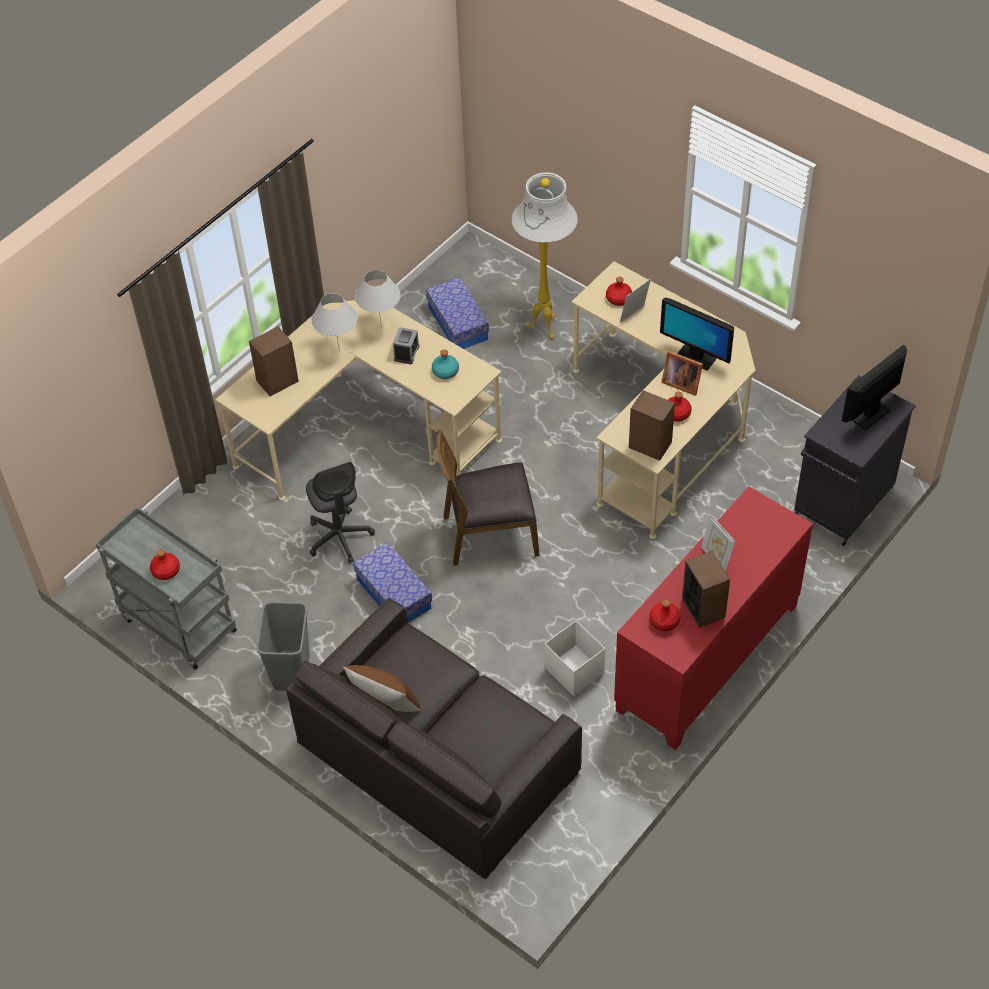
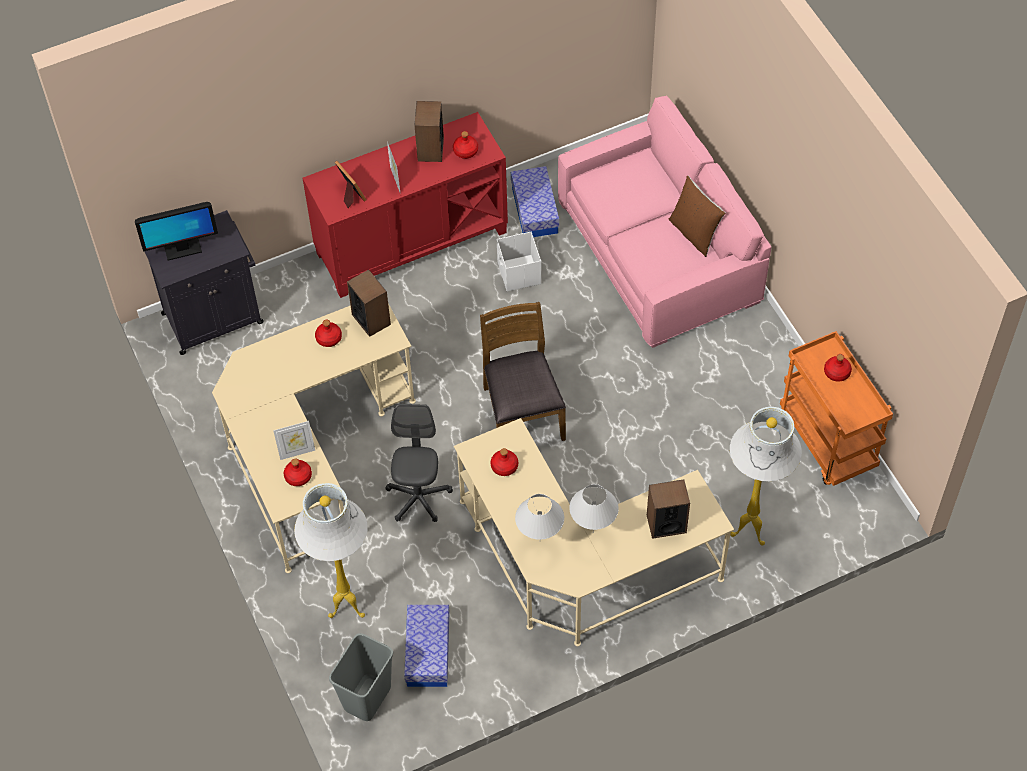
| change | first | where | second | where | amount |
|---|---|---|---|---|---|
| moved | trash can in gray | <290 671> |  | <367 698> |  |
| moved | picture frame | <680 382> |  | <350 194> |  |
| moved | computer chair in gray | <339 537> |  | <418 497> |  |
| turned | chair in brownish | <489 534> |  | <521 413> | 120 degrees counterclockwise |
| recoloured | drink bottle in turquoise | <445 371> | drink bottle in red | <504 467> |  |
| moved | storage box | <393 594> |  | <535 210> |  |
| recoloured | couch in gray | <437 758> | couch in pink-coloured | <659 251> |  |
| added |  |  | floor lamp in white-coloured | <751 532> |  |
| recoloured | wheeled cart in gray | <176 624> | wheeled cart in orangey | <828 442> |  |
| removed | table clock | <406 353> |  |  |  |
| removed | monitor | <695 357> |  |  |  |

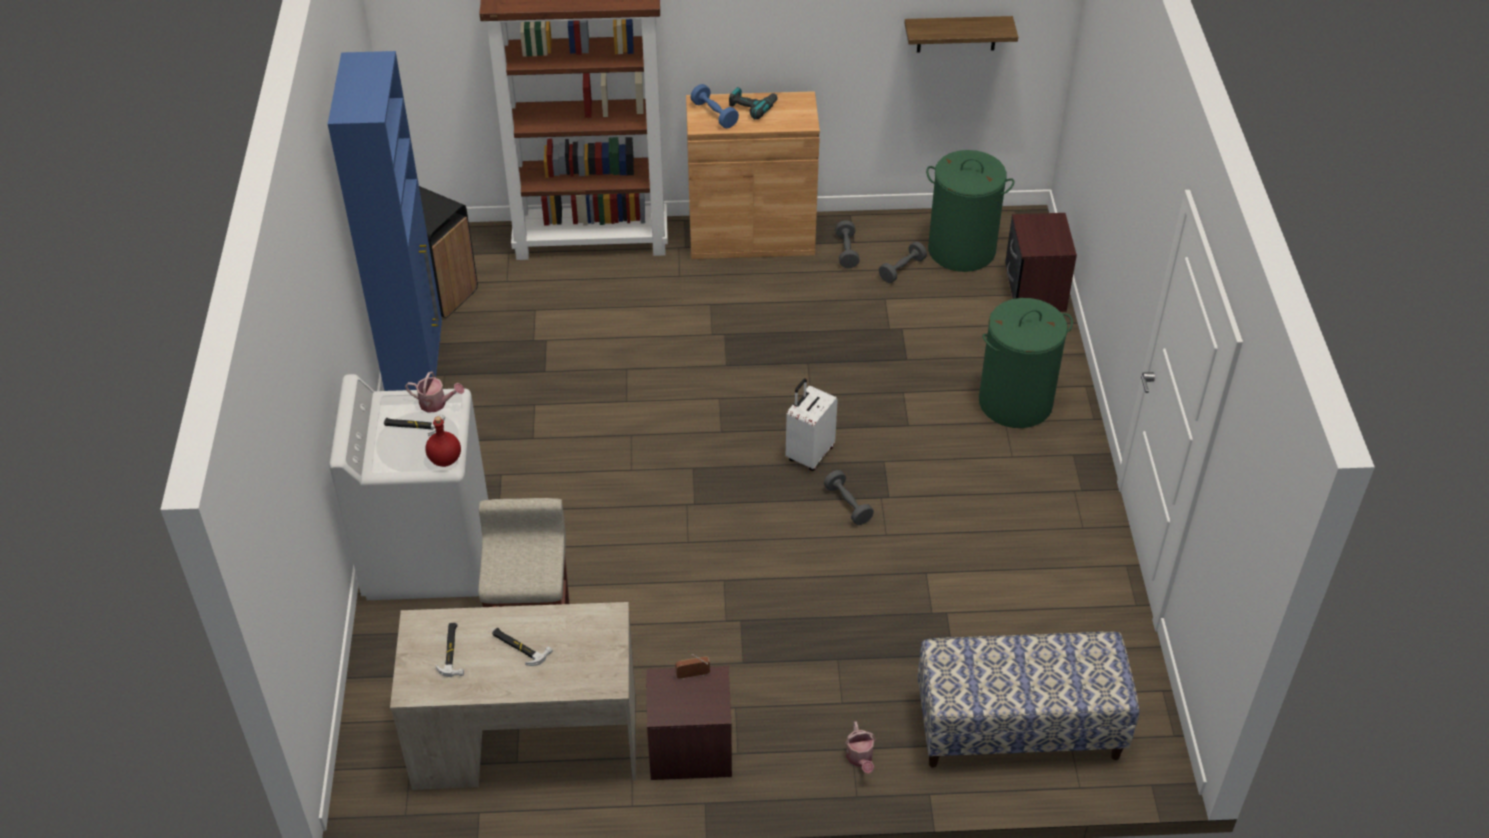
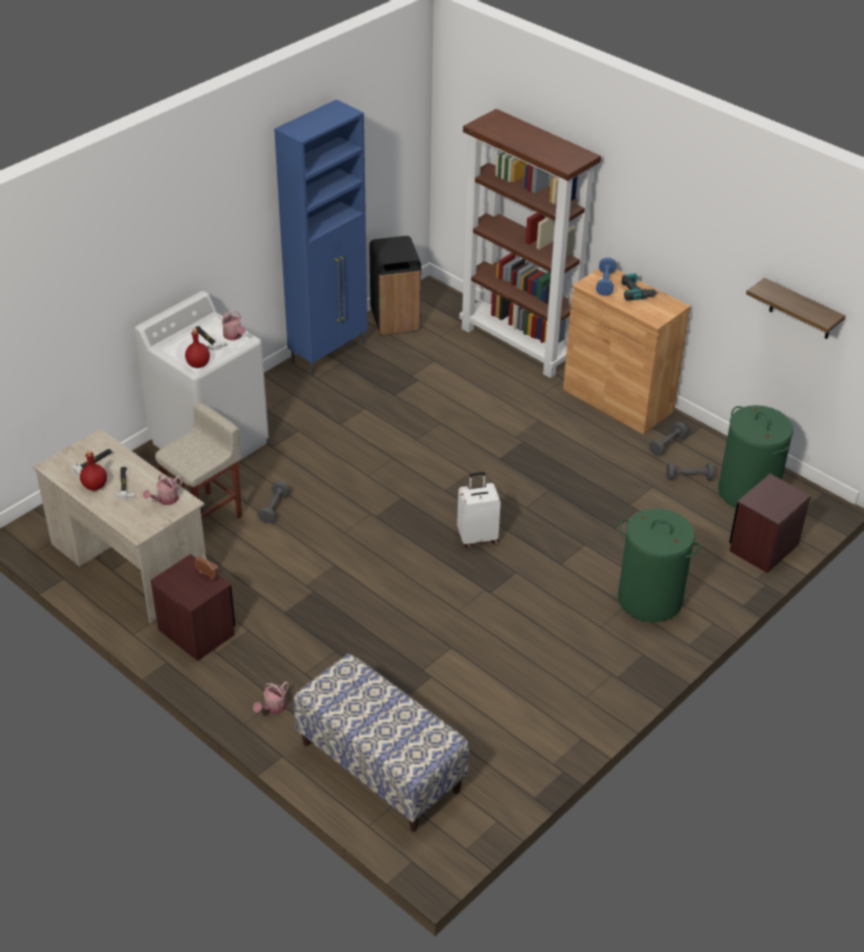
| change | first | where | second | where | amount |
|---|---|---|---|---|---|
| added |  |  | drink bottle in red | <95 486> |  |
| added |  |  | watering can | <165 500> |  |
| moved | dumbbell in gray | <848 504> |  | <274 508> |  |

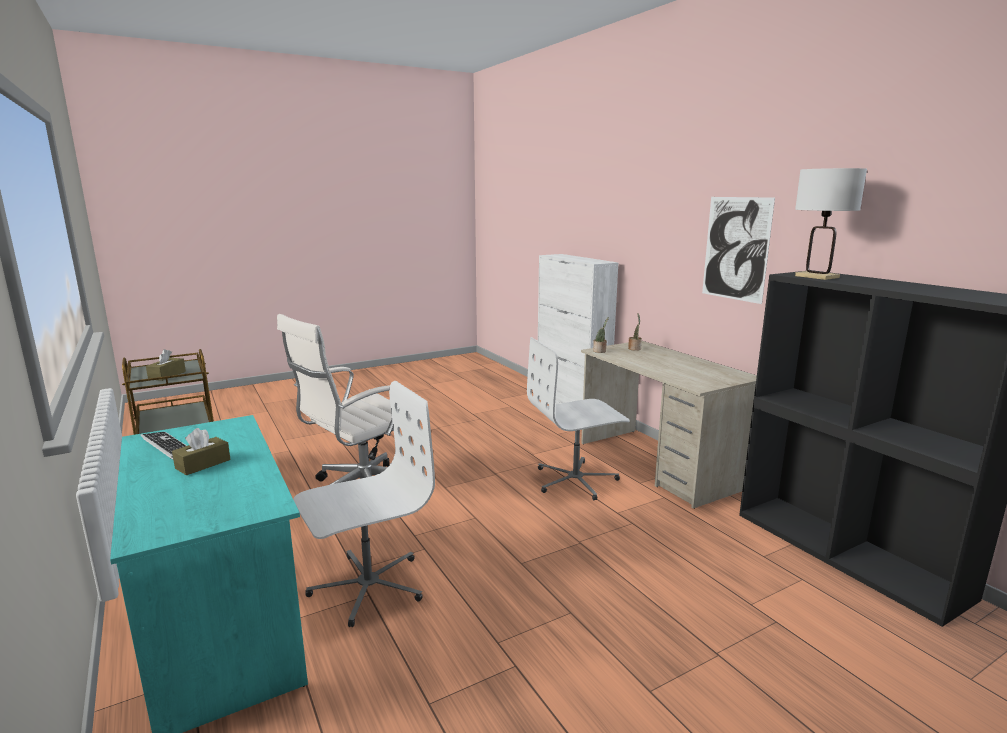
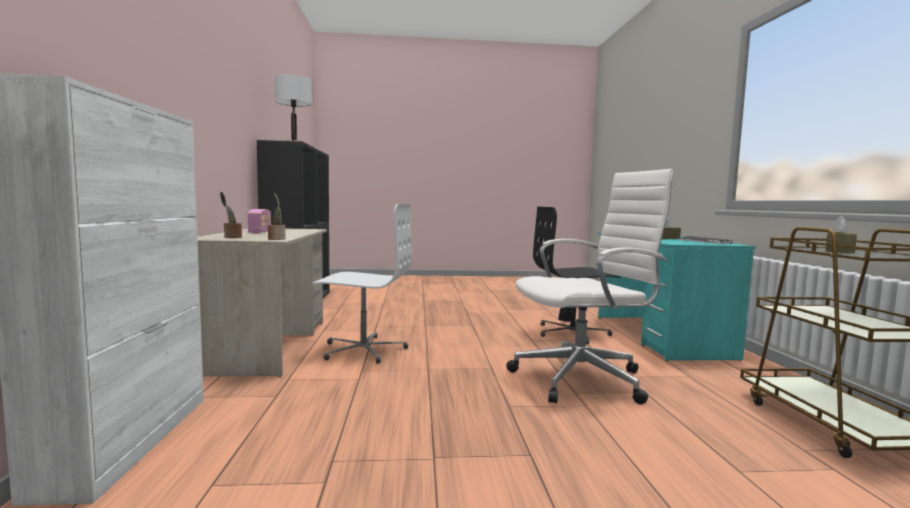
| change | first | where | second | where | amount |
|---|---|---|---|---|---|
| added |  |  | radio receiver | <260 232> |  |
| recoloured | computer chair in white-coloured | <367 586> | computer chair in black | <572 333> |  |
| removed | wall art | <736 248> |  |  |  |

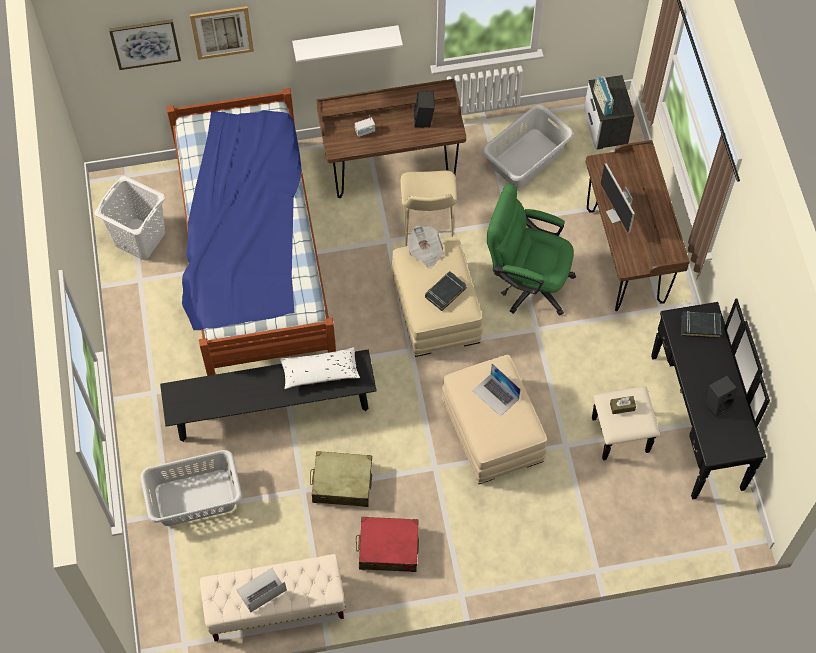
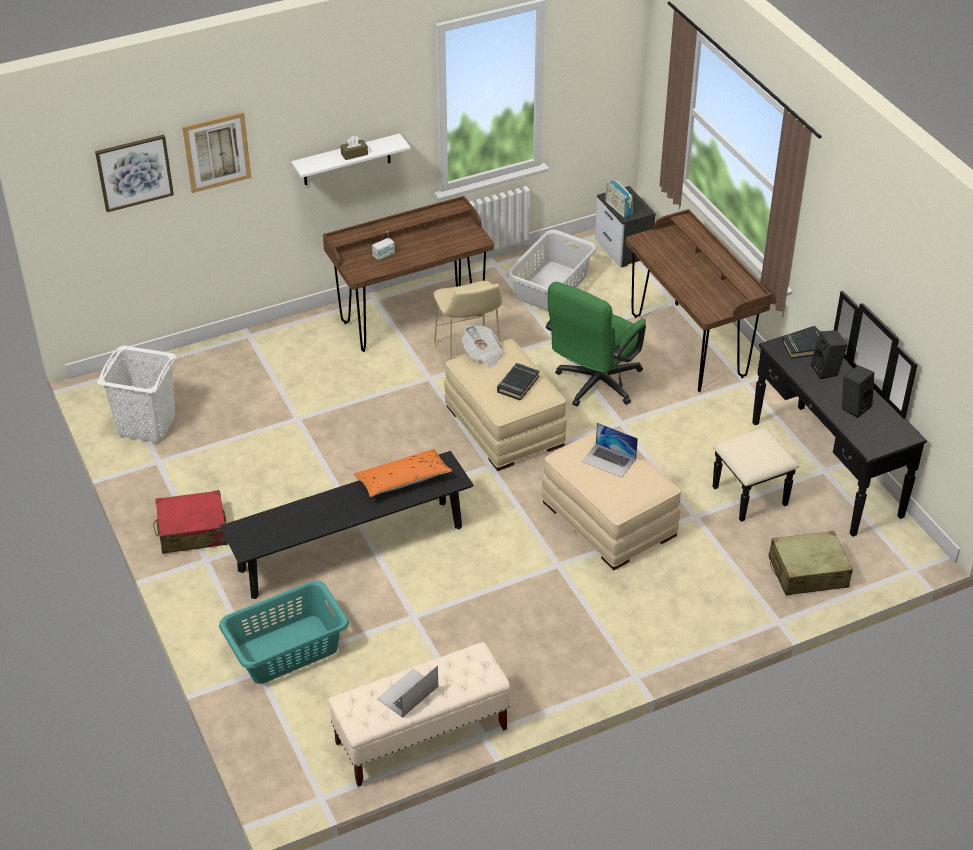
| change | first | where | second | where | amount |
|---|---|---|---|---|---|
| moved | suitcase in red | <388 548> |  | <192 531> |  |
| recoloured | hamper in gray | <194 497> | hamper in turquoise | <286 649> |  |
| moved | tissue holder in brownish | <622 407> |  | <354 154> |  |
| recoloured | throw pillow in white-coloured | <320 372> | throw pillow in orangey | <403 480> |  |
| turned | computer chair in green-coloured | <526 282> |  | <593 386> | 60 degrees counterclockwise |
| moved | suitcase in sand-coloured | <342 483> |  | <807 572> |  |
| moved | speaker in black | <424 120> |  | <827 370> |  |
| removed | bedroom bed | <254 262> |  |  |  |
| removed | monitor | <616 208> |  |  |  |

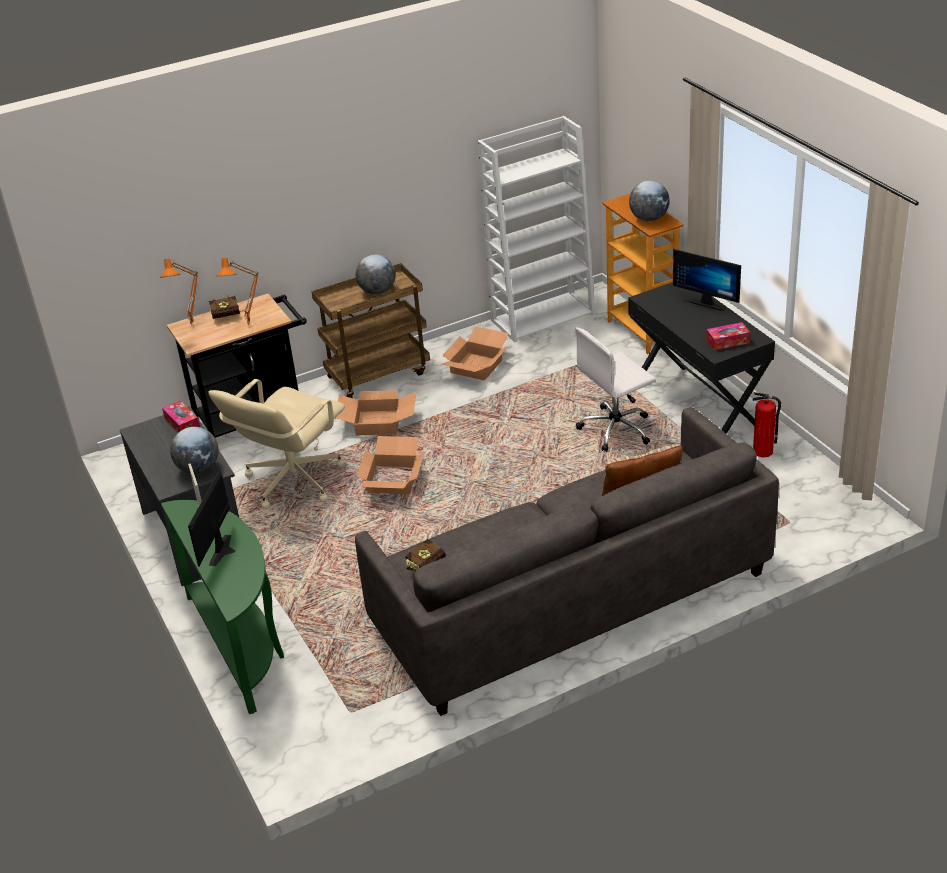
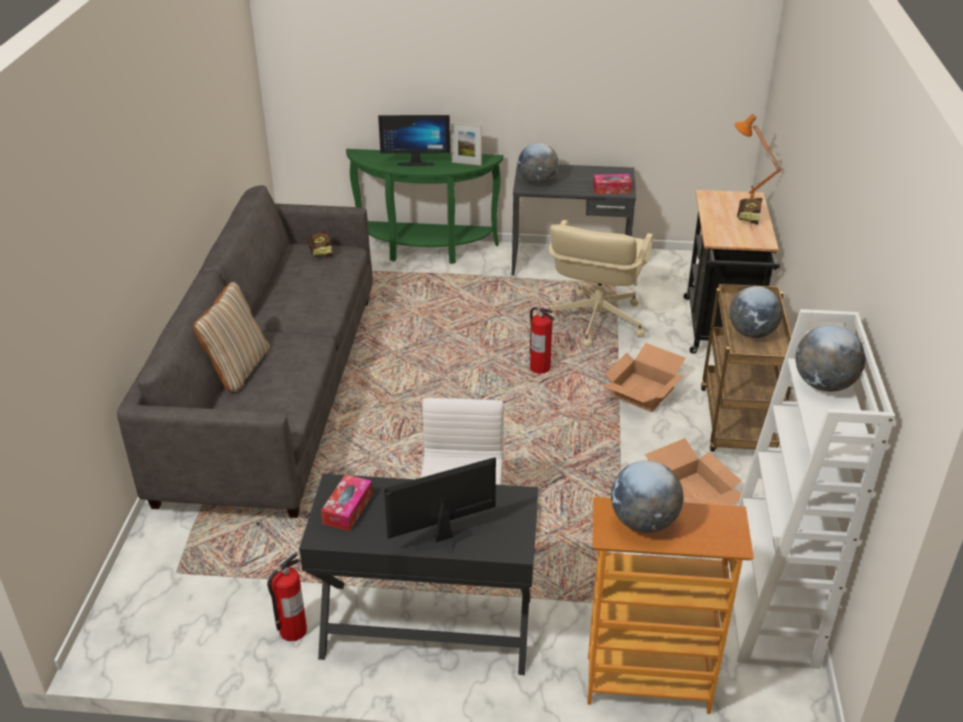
| change | first | where | second | where | amount |
|---|---|---|---|---|---|
| turned | monitor | <225 550> |  | <416 162> | 135 degrees clockwise |
| replaced | carton | <392 480> | extinguisher | <539 368> |  |
| turned | computer chair in sand-coloured | <292 481> |  | <596 321> | 135 degrees counterclockwise |
| added |  |  | world globe | <823 384> |  |
| removed | tabletop lamp in orangey | <250 325> |  |  |  |

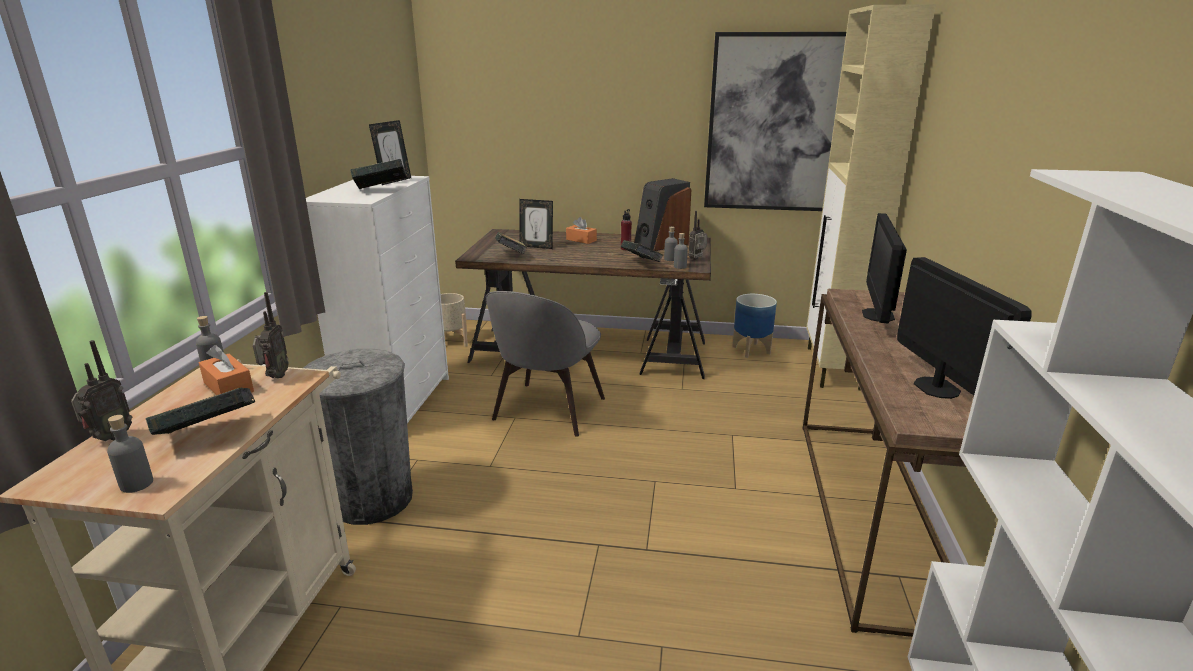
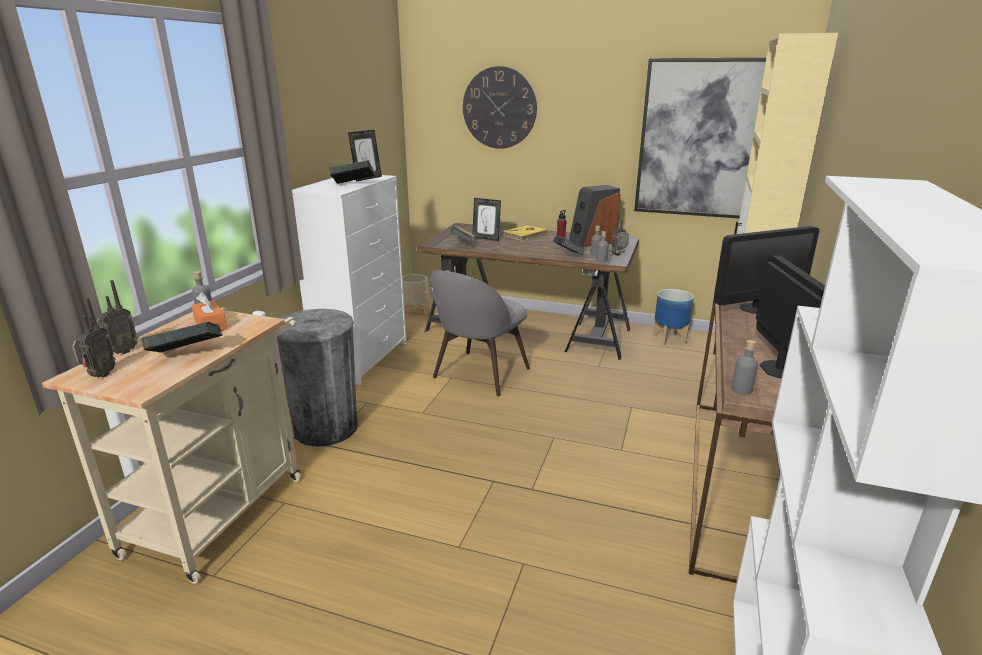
| change | first | where | second | where | amount |
|---|---|---|---|---|---|
| moved | radio receiver | <275 377> |  | <99 376> |  |
| added |  |  | clock on the wall | <499 108> |  |
| replaced | tissue holder in orangey | <581 240> | bound book in yellow-coloured | <525 235> |  |
| turned | monitor | <878 315> |  | <755 308> | 135 degrees counterclockwise |
| moved | drink bottle in gray | <137 484> |  | <741 389> |  |

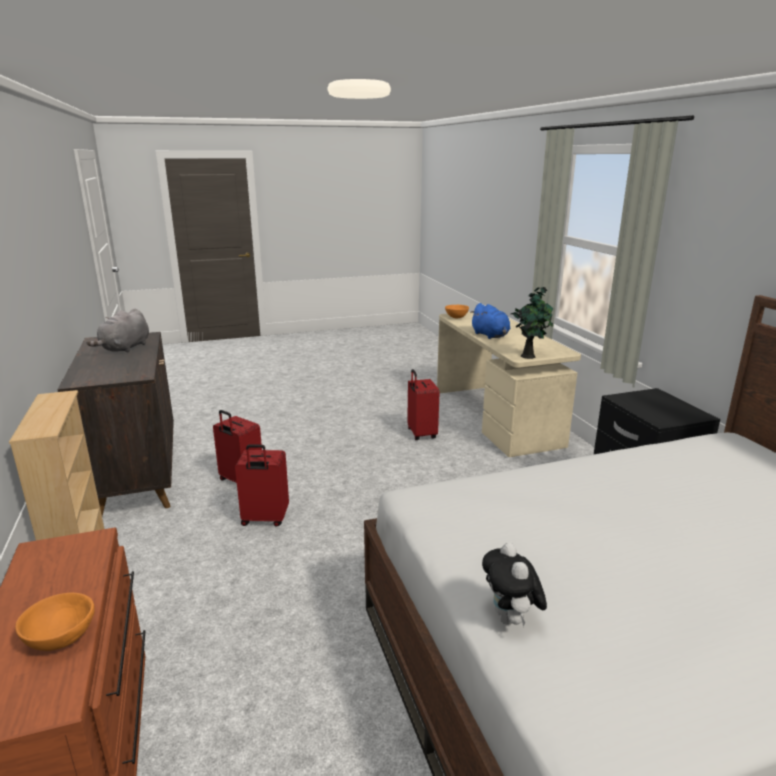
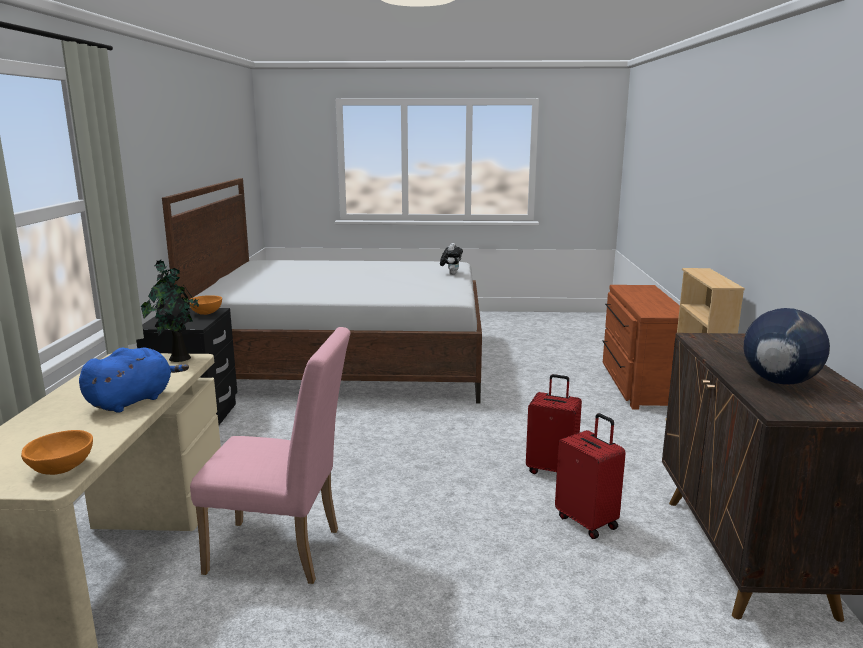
| change | first | where | second | where | amount |
|---|---|---|---|---|---|
| turned | plush toy in blue | <490 335> |  | <133 400> | 45 degrees clockwise |
| moved | serving bowl in orangey | <61 638> |  | <206 313> |  |
| replaced | suitcase in red | <421 434> | chair in pink-coloured | <283 552> |  |
| replaced | plush toy in gray | <125 348> | world globe | <779 381> |  |

